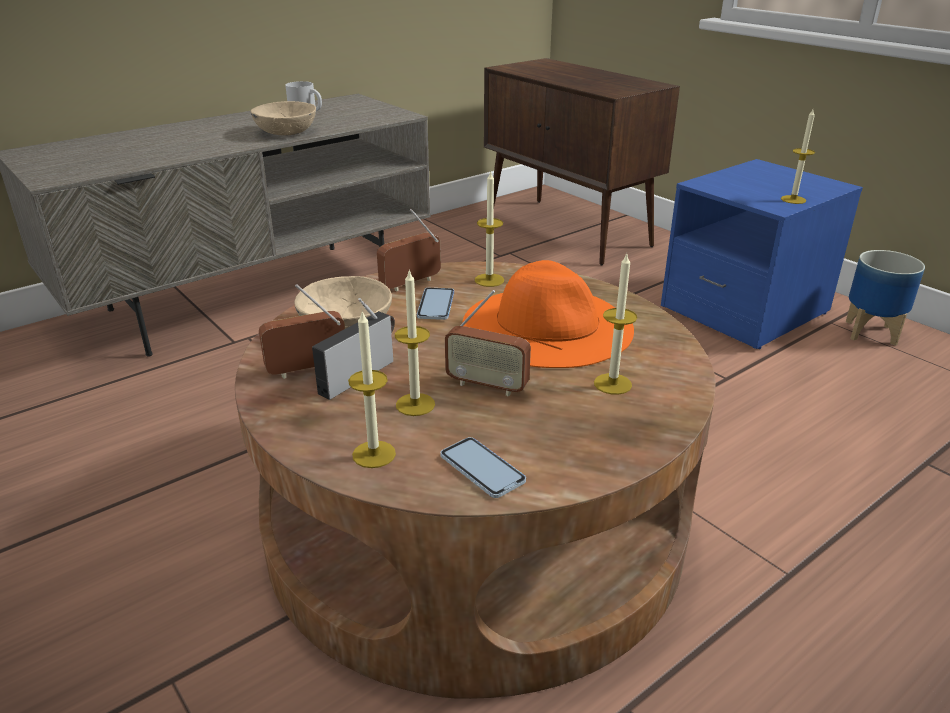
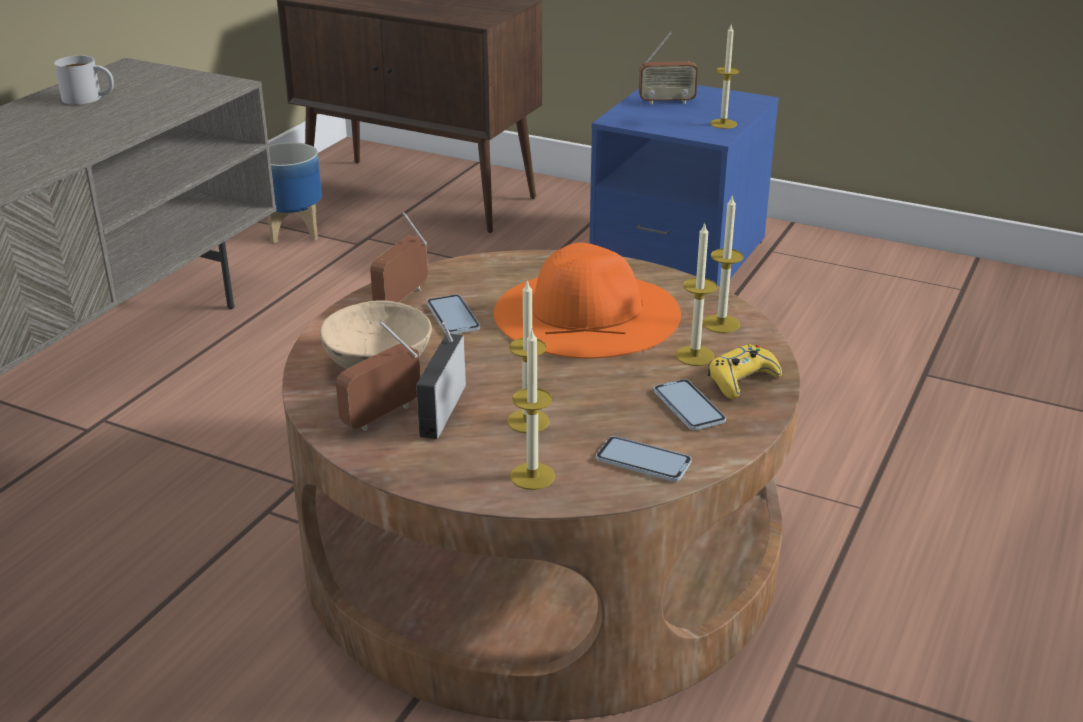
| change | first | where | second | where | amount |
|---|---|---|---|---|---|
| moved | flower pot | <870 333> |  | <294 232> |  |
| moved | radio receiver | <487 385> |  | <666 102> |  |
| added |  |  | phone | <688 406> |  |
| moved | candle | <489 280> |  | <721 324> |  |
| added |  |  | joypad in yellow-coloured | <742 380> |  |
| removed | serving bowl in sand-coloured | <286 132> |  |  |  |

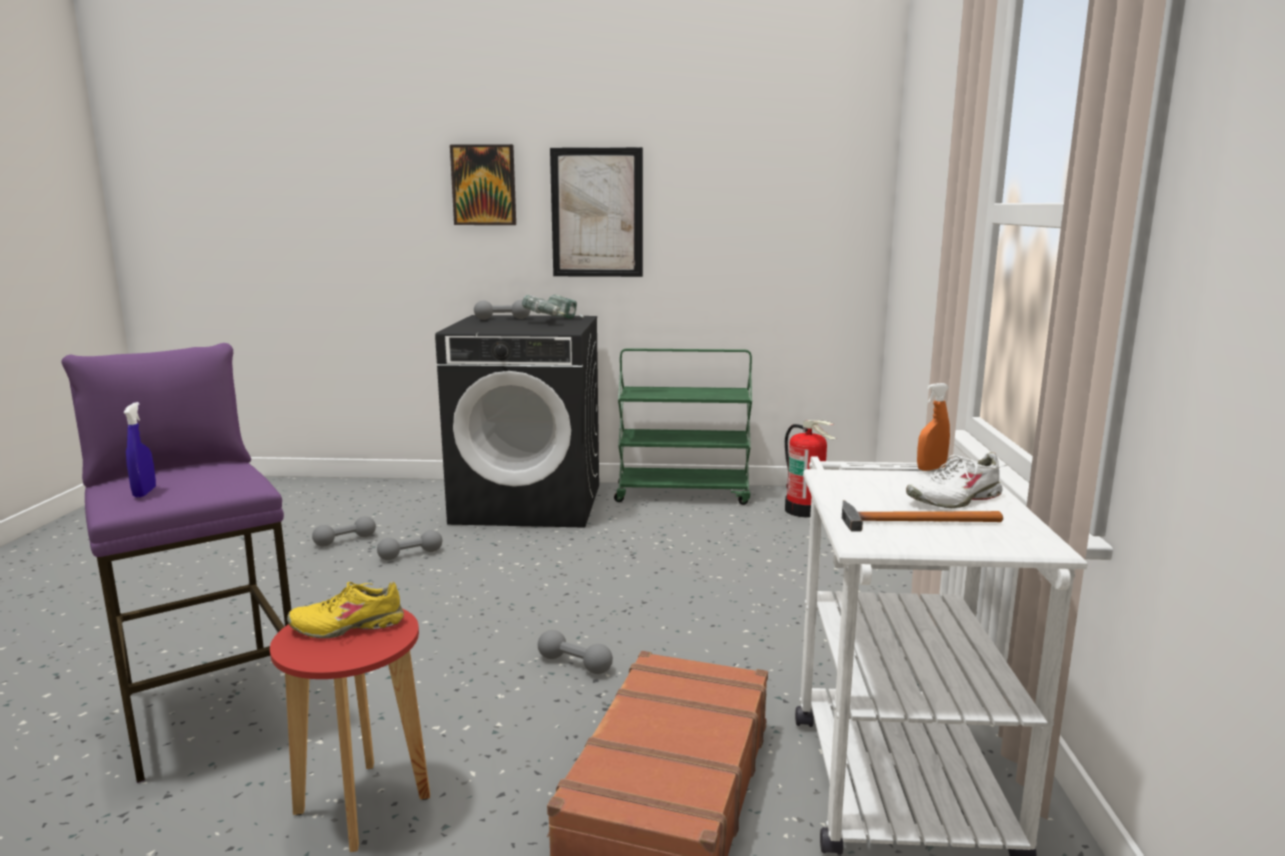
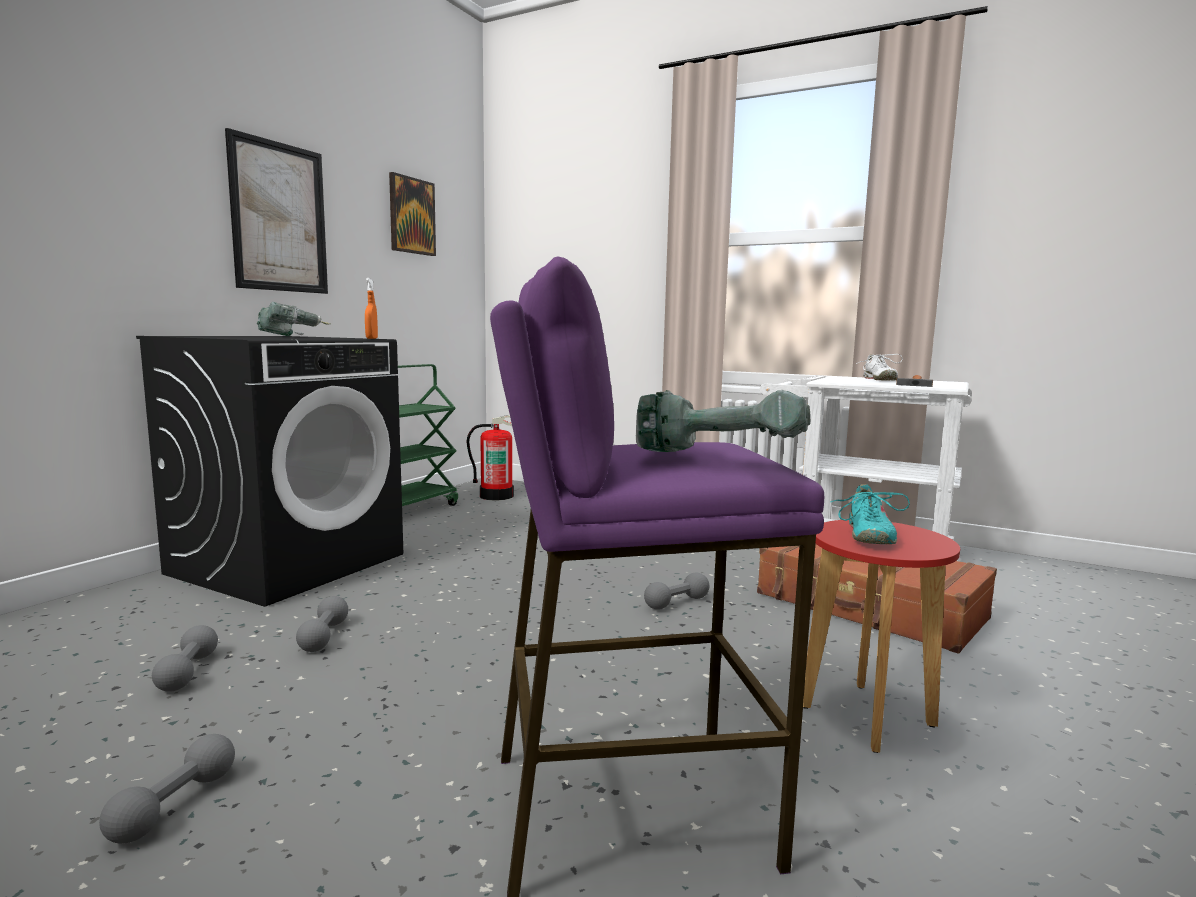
| change | first | where | second | where | amount |
|---|---|---|---|---|---|
| moved | dumbbell in gray | <502 319> |  | <174 805> |  |
| moved | hand sprayer in orangey | <931 468> |  | <371 338> |  |
| moved | wall art | <484 185> |  | <411 216> |  |
| replaced | hand sprayer in blue | <144 492> | drill | <723 459> |  |
| recoloured | item of footwear in yellow-coloured | <348 626> | item of footwear in turquoise | <867 535> |  |

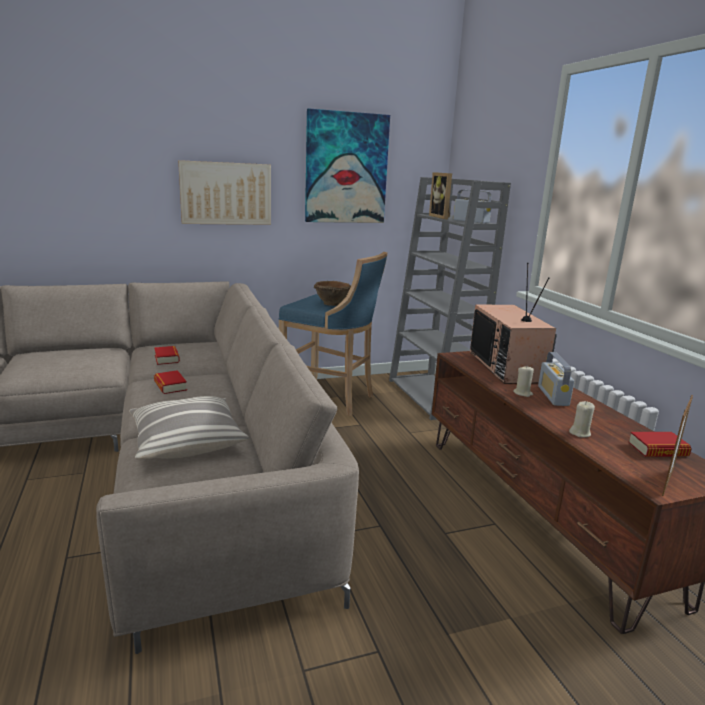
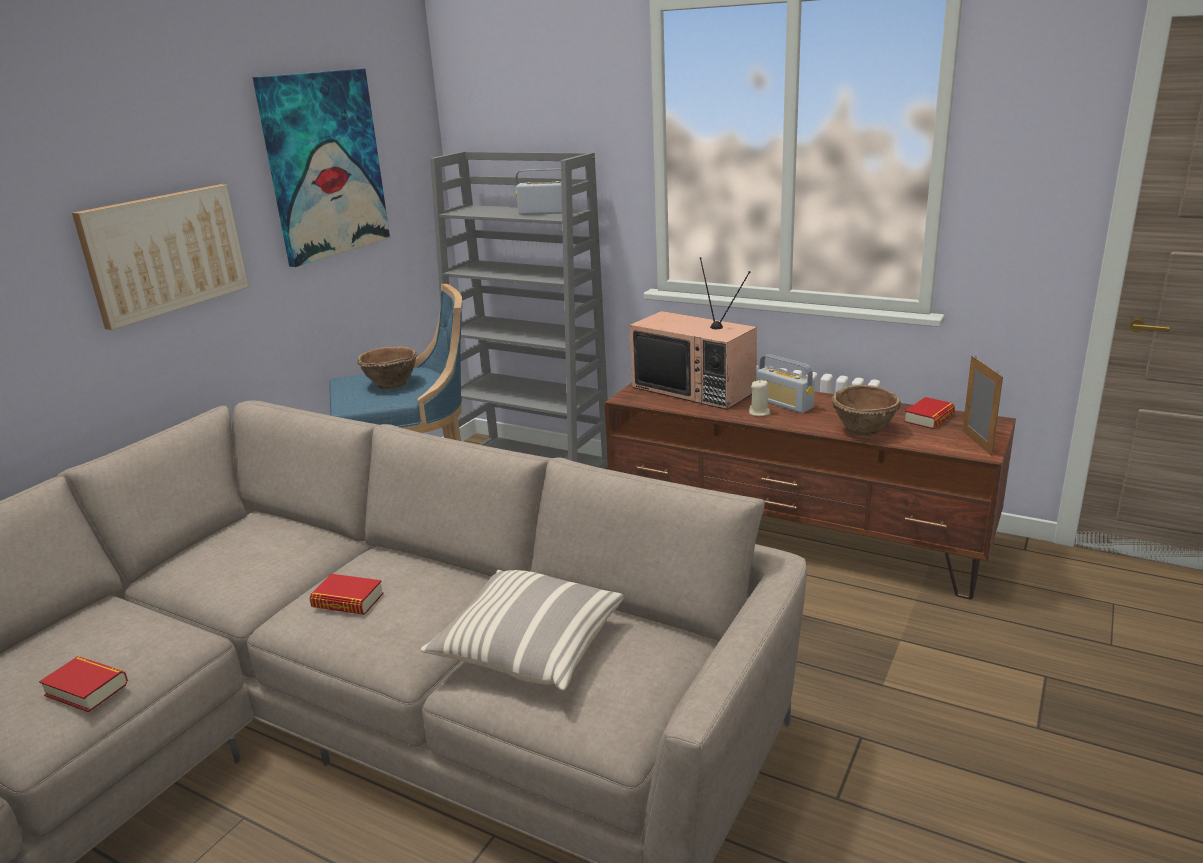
| change | first | where | second | where | amount |
|---|---|---|---|---|---|
| moved | bound book | <167 358> |  | <87 689> |  |
| replaced | candle in sand-coloured | <580 433> | serving bowl in brownish | <864 431> |  |
| removed | picture frame | <442 217> |  |  |  |

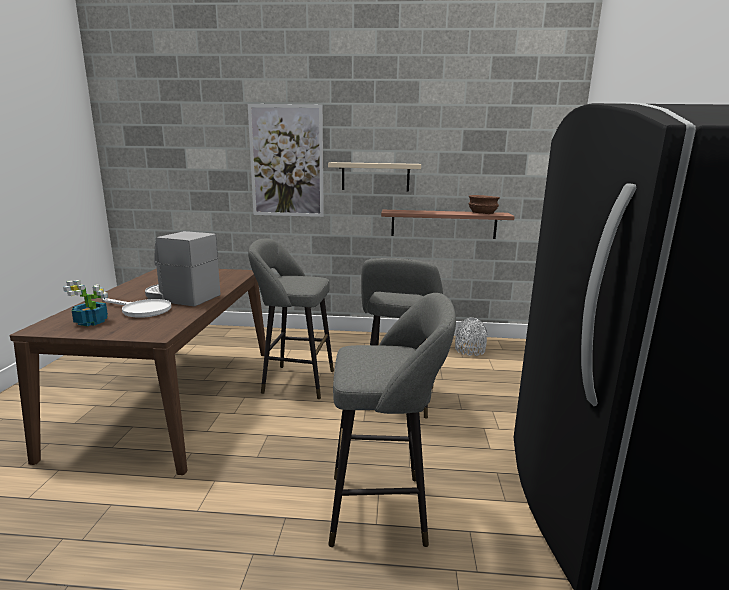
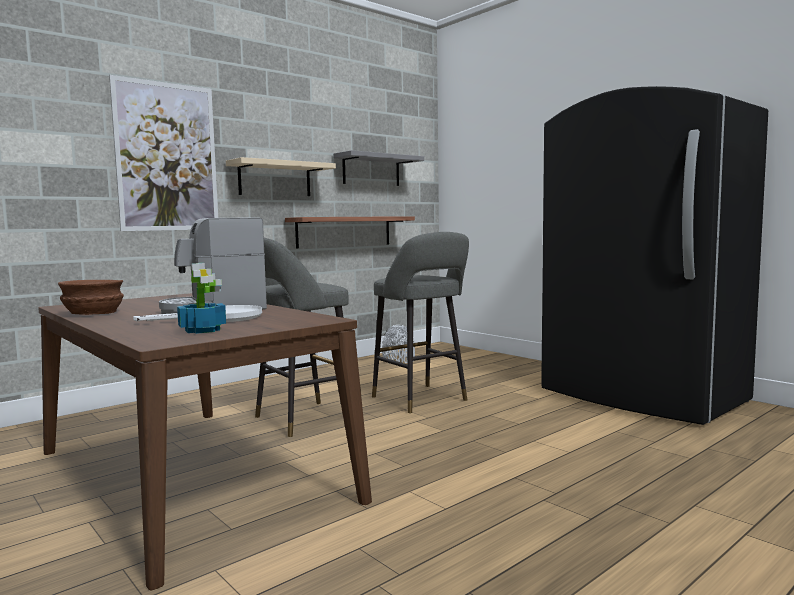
| change | first | where | second | where | amount |
|---|---|---|---|---|---|
| moved | serving bowl in brownish | <482 213> |  | <93 313> |  |
| added |  |  | shelf in gray | <371 170> |  |
| removed | sitting stool in gray | <384 509> |  |  |  |

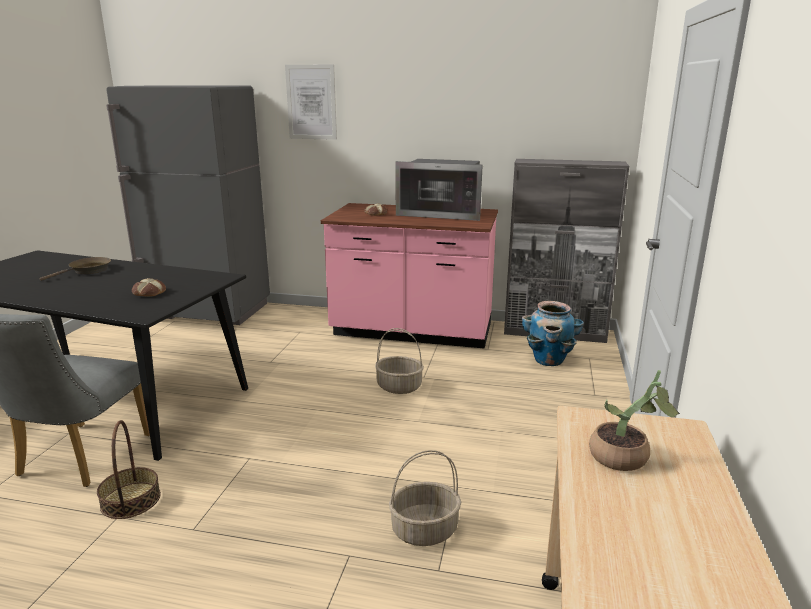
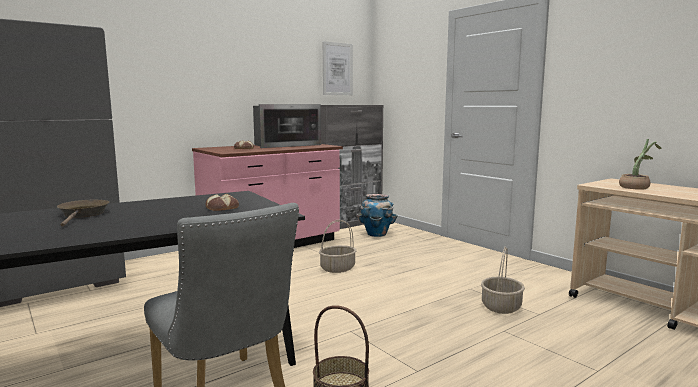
| change | first | where | second | where | amount |
|---|---|---|---|---|---|
| moved | wall art | <311 102> |  | <337 69> |  |

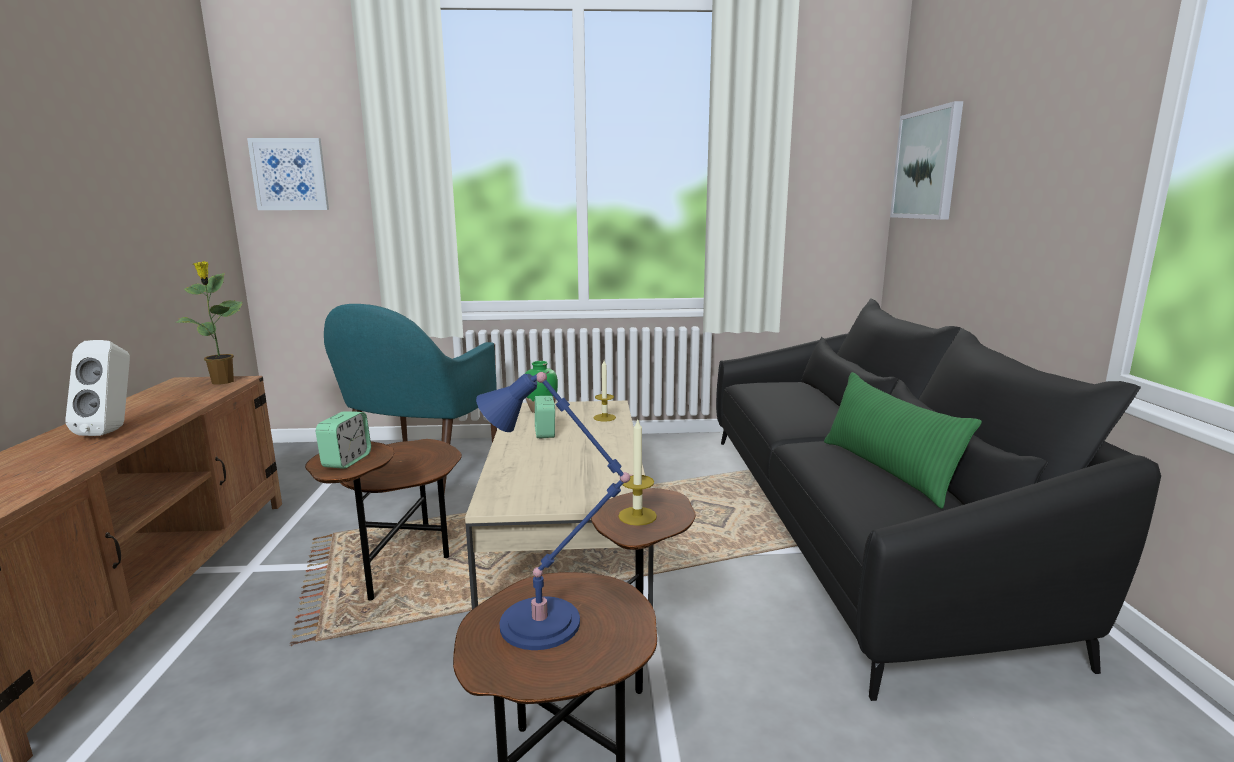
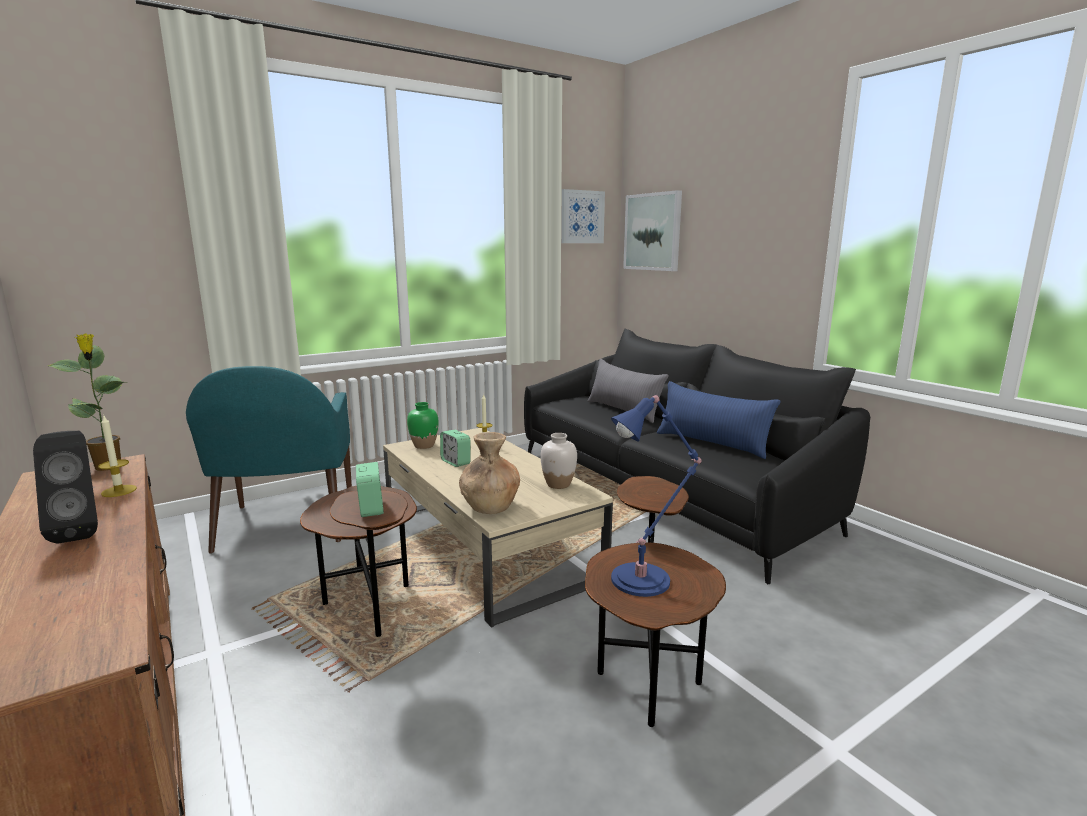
| change | first | where | second | where | amount |
|---|---|---|---|---|---|
| recoloured | speaker in white-coloured | <113 430> | speaker in black | <81 532> |  |
| moved | candle | <637 516> |  | <119 491> |  |
| added |  |  | flower vase in brownish | <490 506> |  |
| added |  |  | flower vase in white-coloured | <558 484> |  |
| moved | wall art | <290 174> |  | <582 217> |  |
| added |  |  | throw pillow in gray | <624 410> |  |
| recoloured | throw pillow in green-coloured | <887 470> | throw pillow in blue | <712 443> |  |

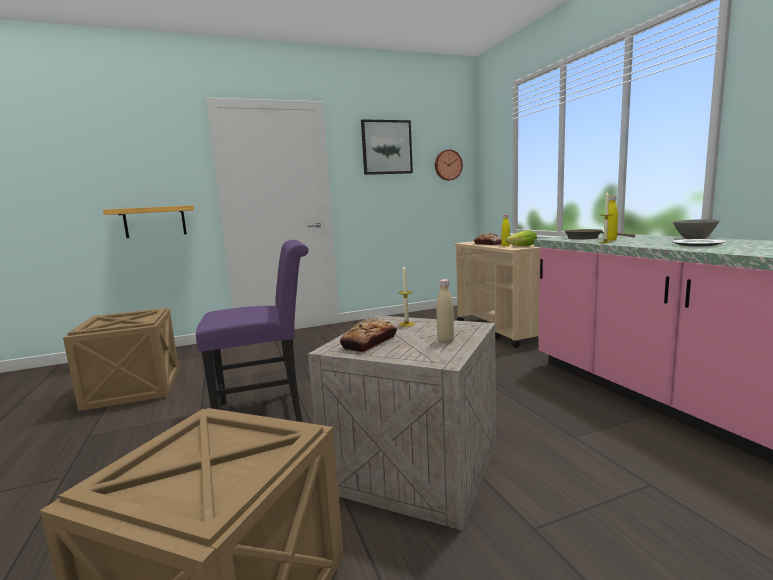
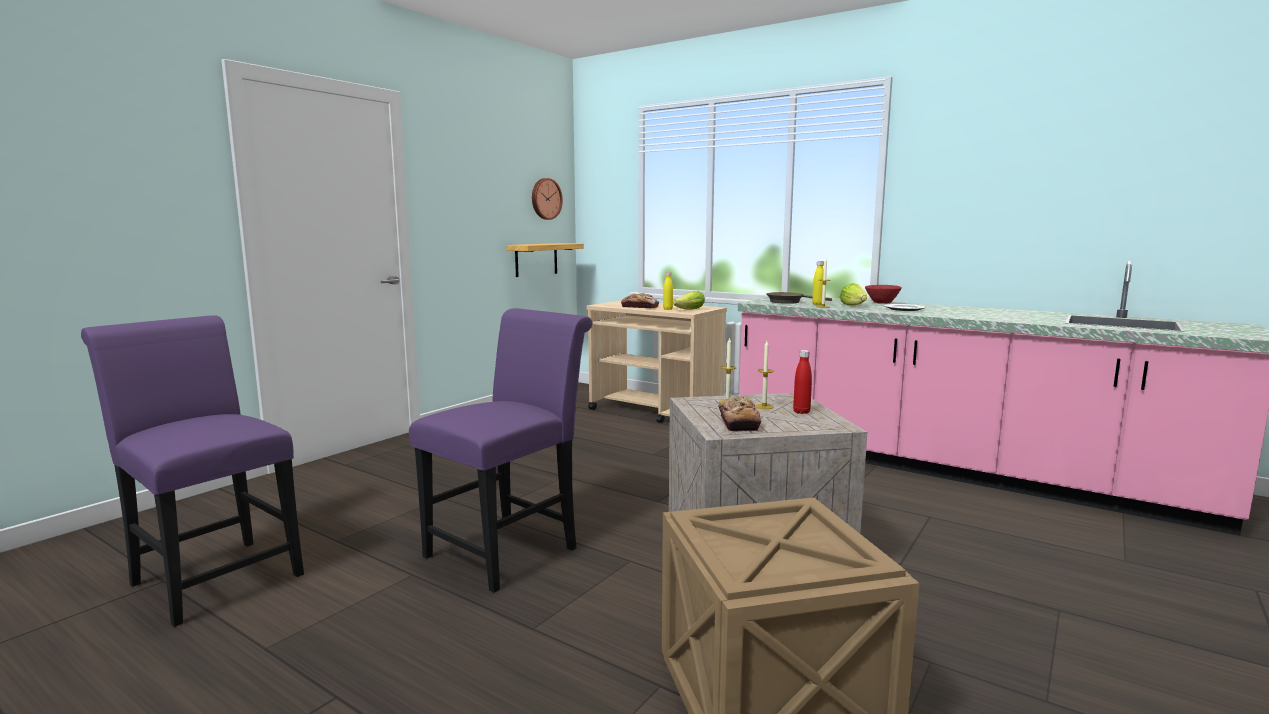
| change | first | where | second | where | amount |
|---|---|---|---|---|---|
| replaced | packing crate | <134 388> | chair in purplish | <212 576> |  |
| moved | shelf | <155 222> |  | <536 259> |  |
| added |  |  | candle | <764 406> |  |
| recoloured | drink bottle in sand-coloured | <445 341> | drink bottle in red | <801 412> |  |
| added |  |  | lettuce head | <854 306> |  |
| recoloured | serving bowl in gray | <693 238> | serving bowl in red | <881 302> |  |
| removed | wall art | <386 147> |  |  |  |

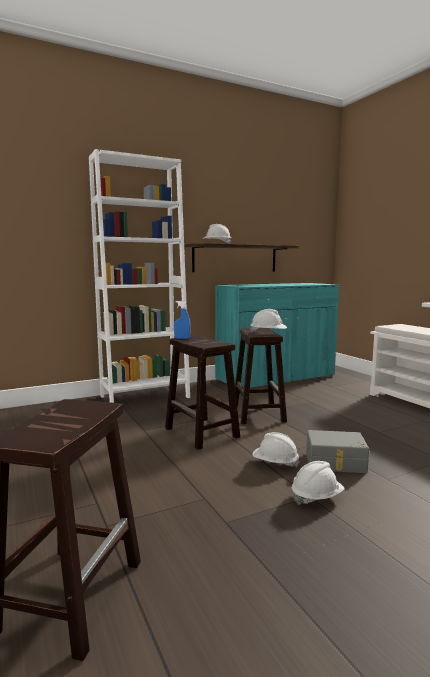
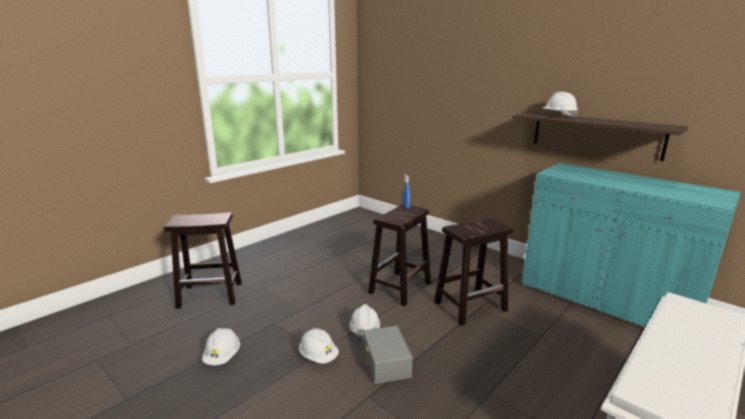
| change | first | where | second | where | amount |
|---|---|---|---|---|---|
| moved | hard hat in white-coloured | <268 333> |  | <223 357> |  |
| removed | shelving unit in white-coloured | <145 397> |  |  |  |

